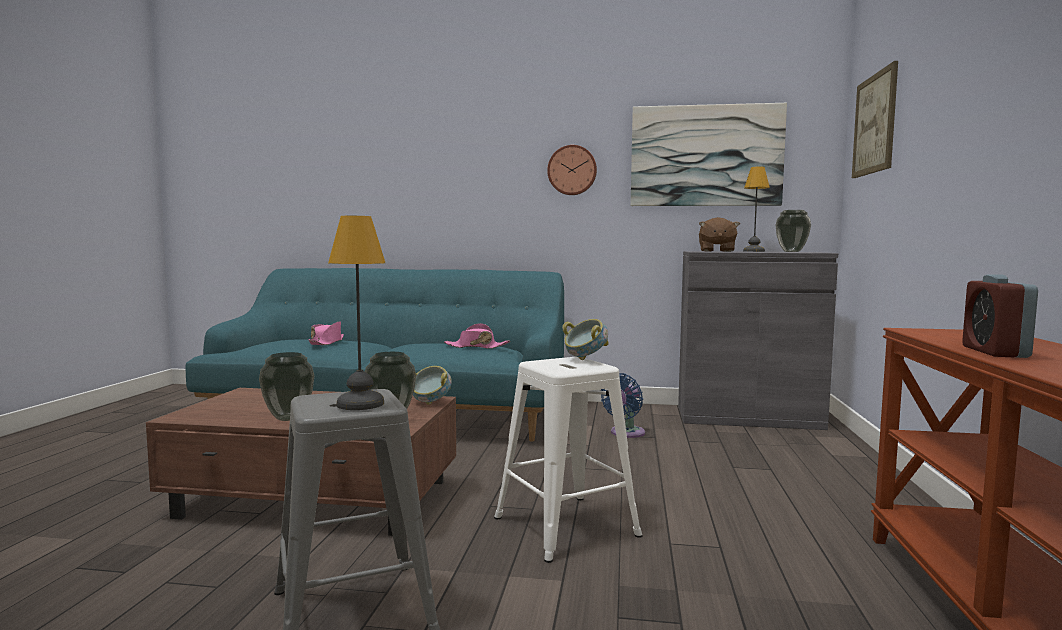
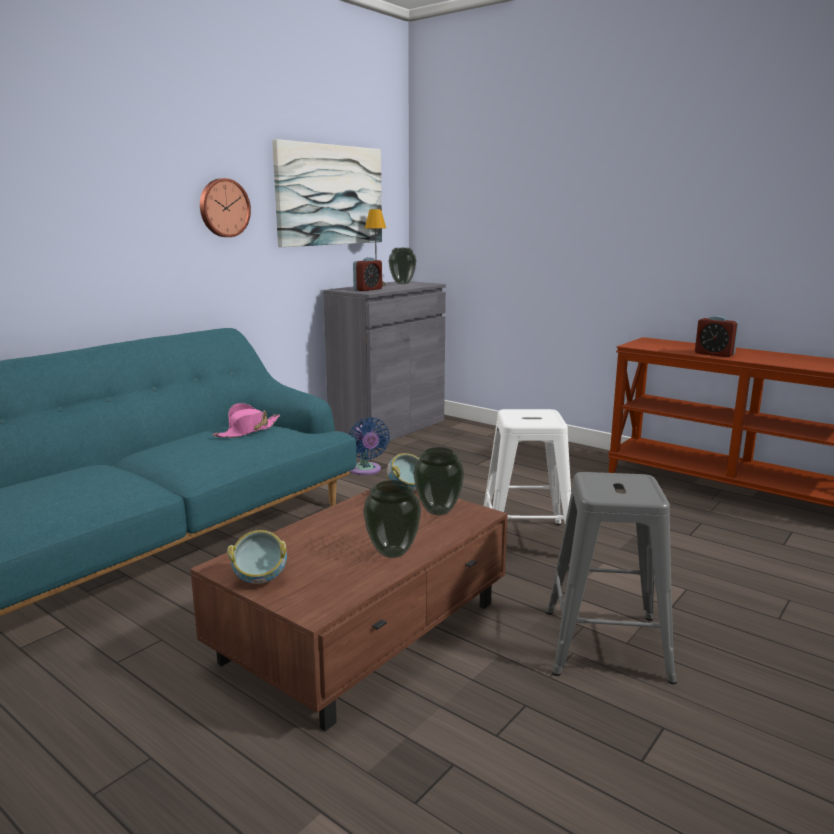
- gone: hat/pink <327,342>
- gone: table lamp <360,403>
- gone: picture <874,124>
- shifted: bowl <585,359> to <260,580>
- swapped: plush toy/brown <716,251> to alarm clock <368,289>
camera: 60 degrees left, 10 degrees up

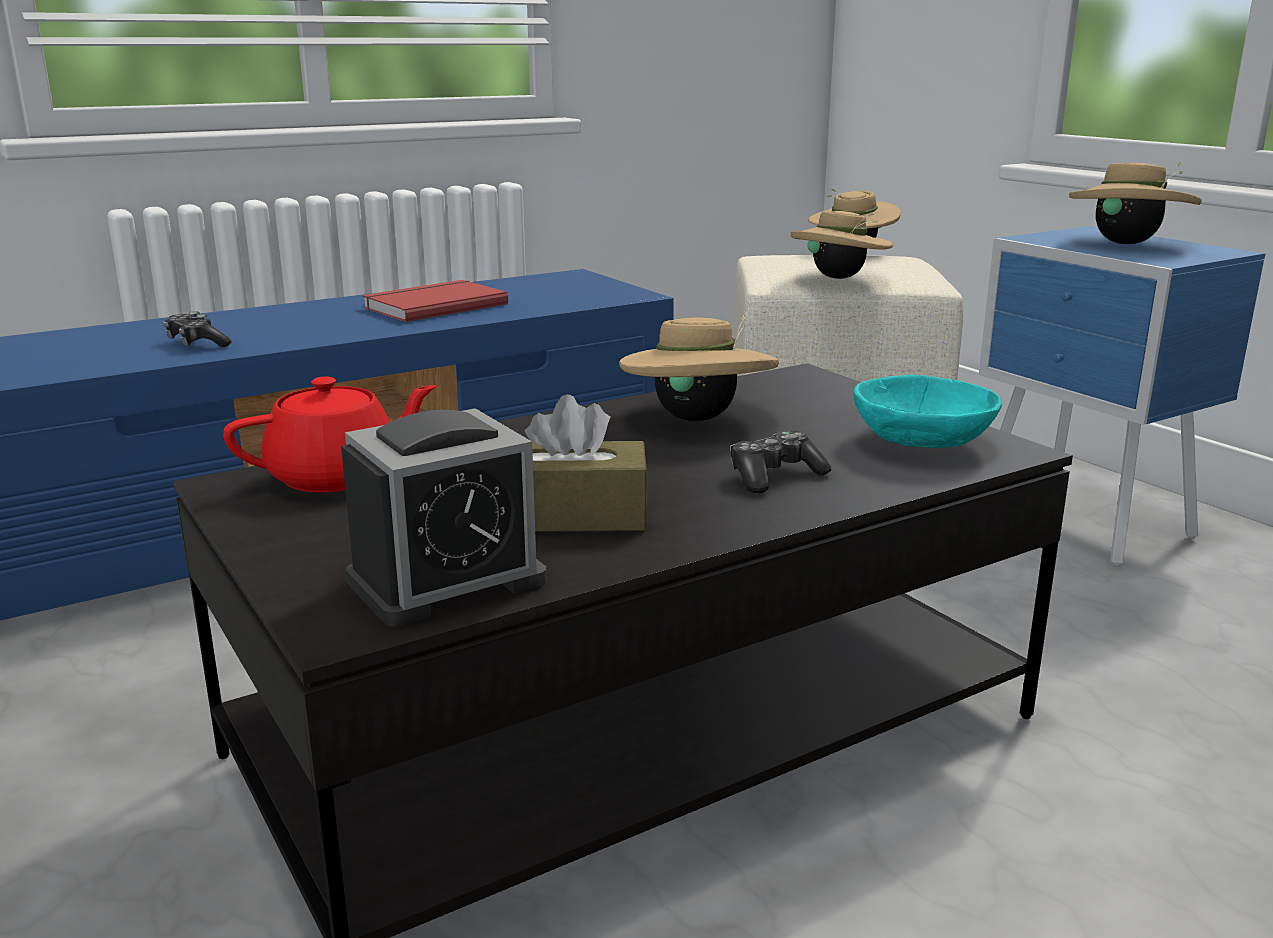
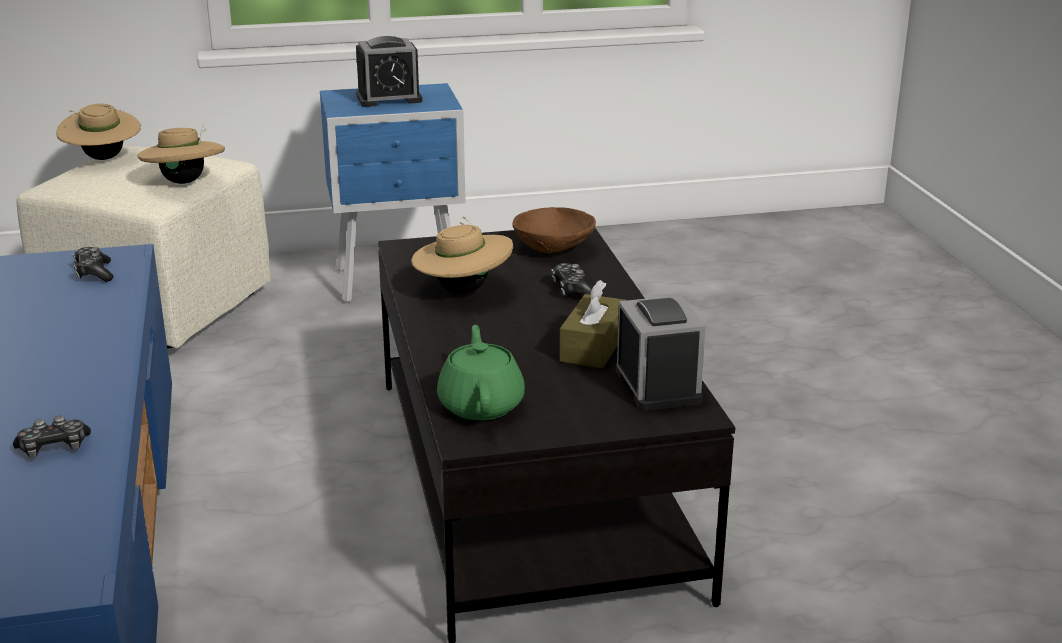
- gone: book/red <433,306>
- new: game controller <94,273>
- swapped: hat/beige <1127,244> to alarm clock <389,98>
- repainted: teapot/red <337,476> to teapot/green <481,404>
- repainted: bowl/turquoise <922,445> to bowl/brown <555,249>
camera: 70 degrees left, 5 degrees up

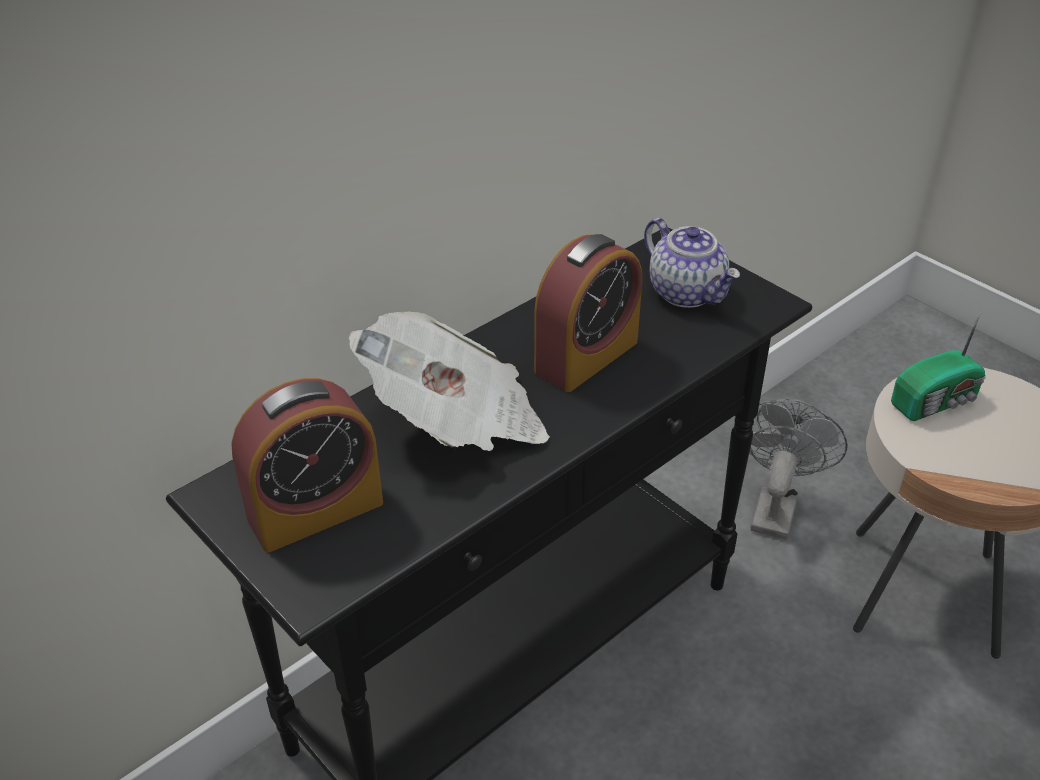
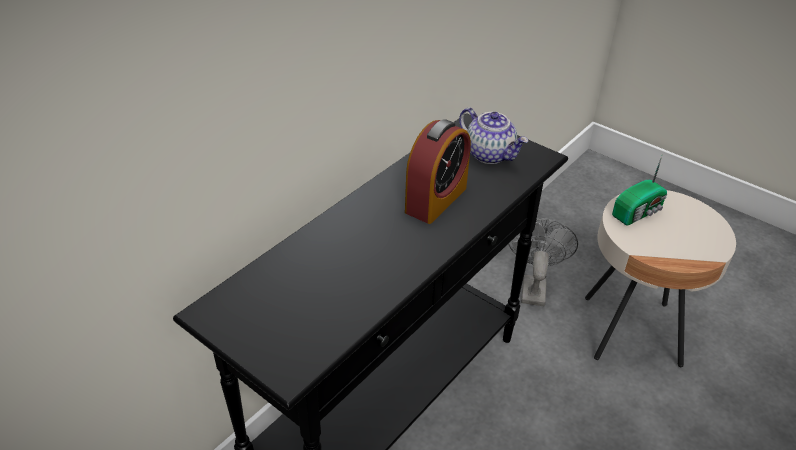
- gone: alarm clock <315,511>
- gone: newspaper <456,421>
camera: 10 degrees left, 0 degrees up

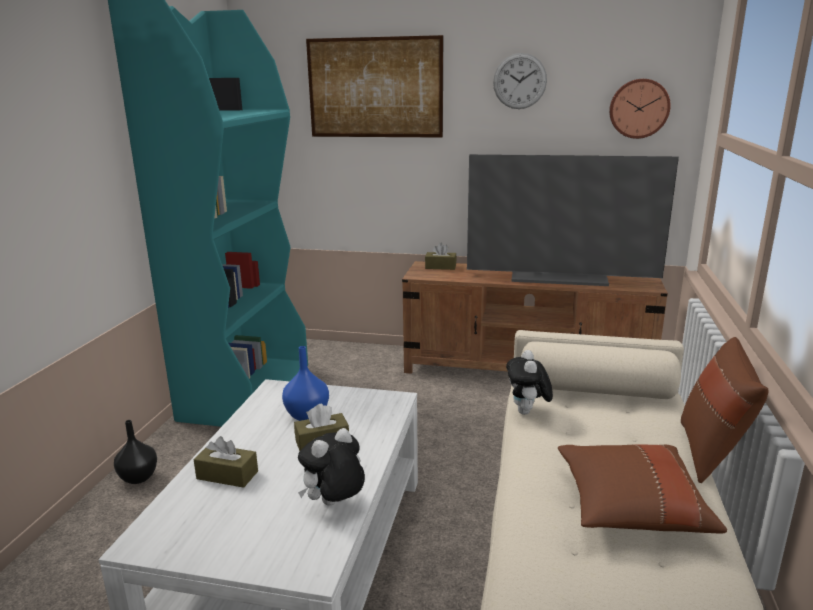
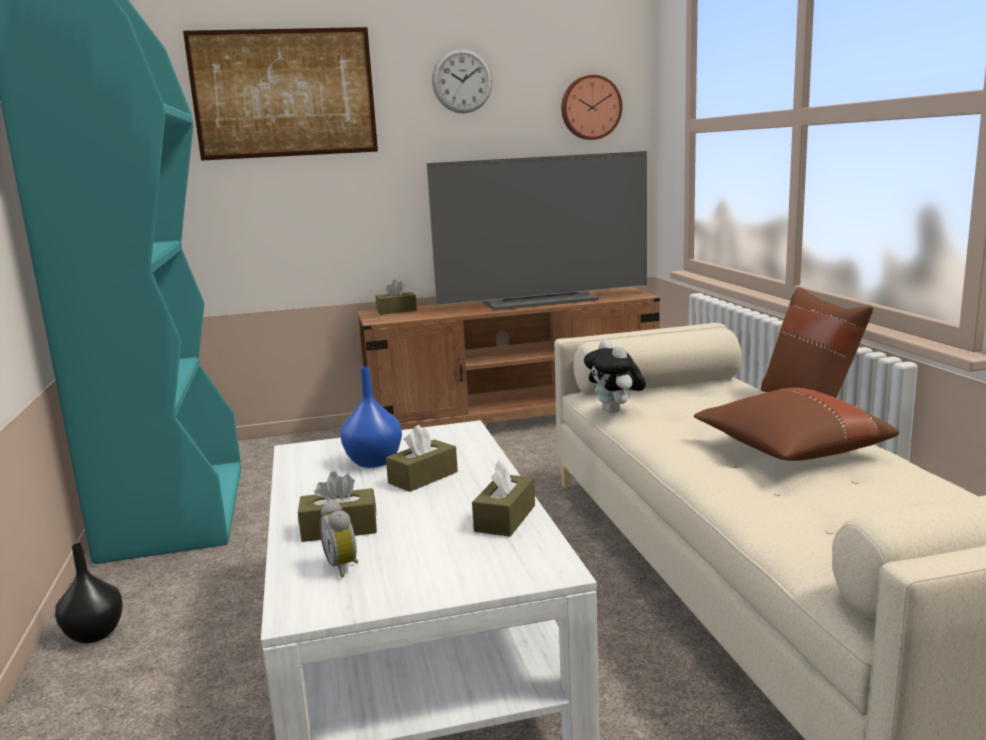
- new: alarm clock <344,566>
- swapped: plush toy <334,504> to tissue box/brown <505,518>
camera: 25 degrees left, 5 degrees down

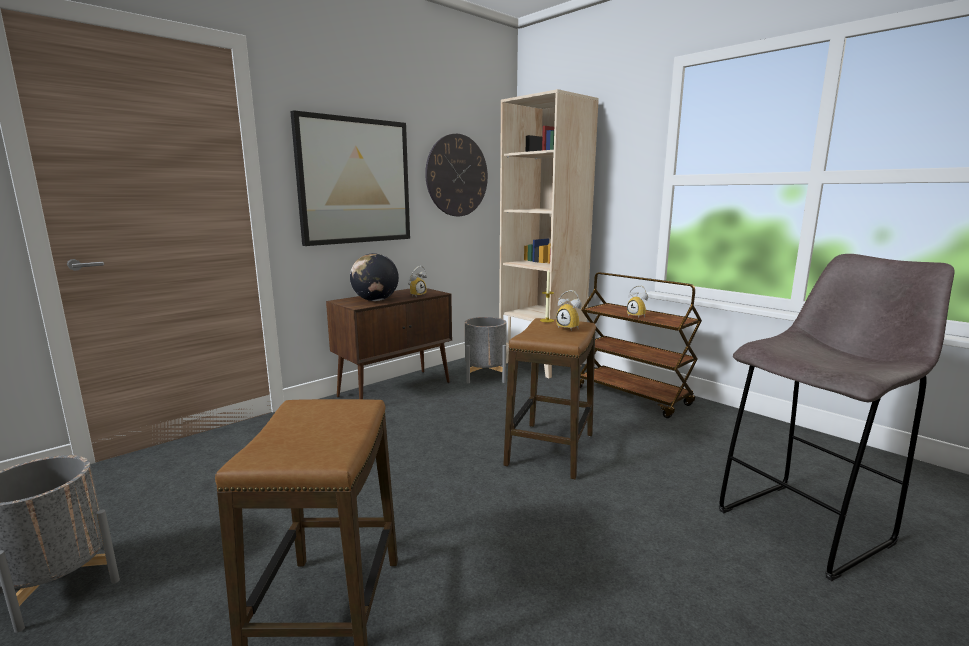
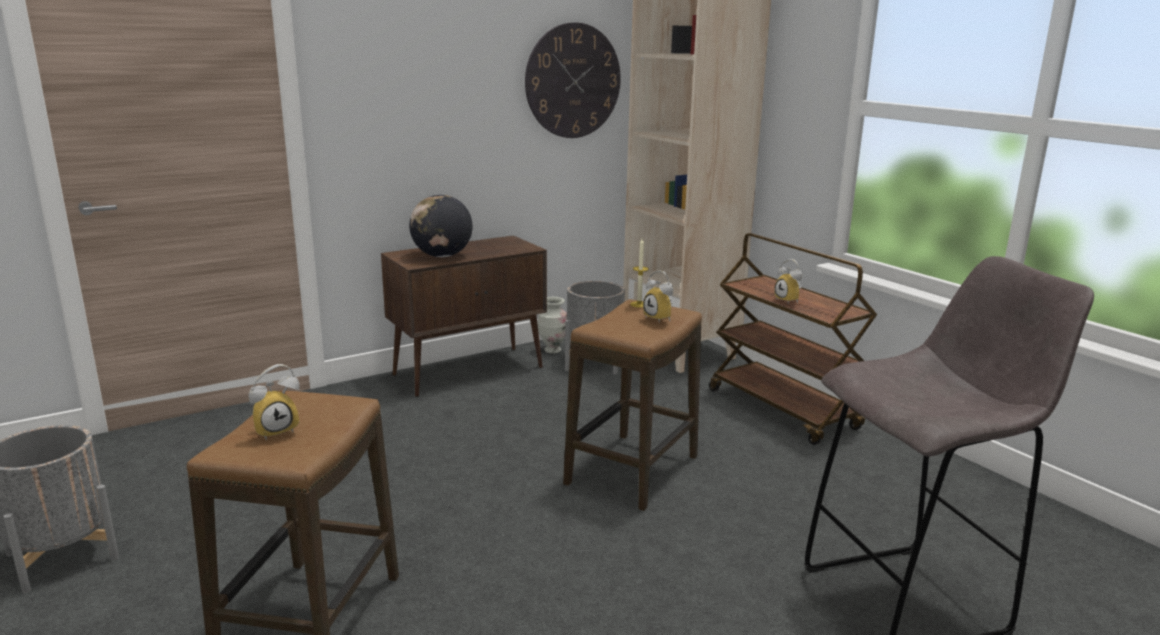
- gone: picture <354,181>
- new: vase <552,350>
- shifted: alarm clock <417,295> to <277,430>
camera: 10 degrees right, 5 degrees up

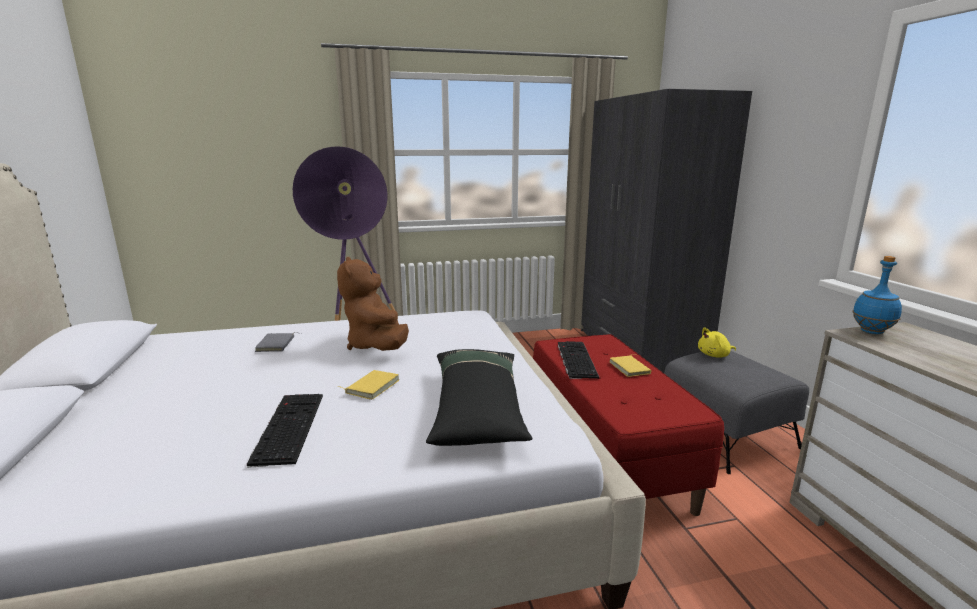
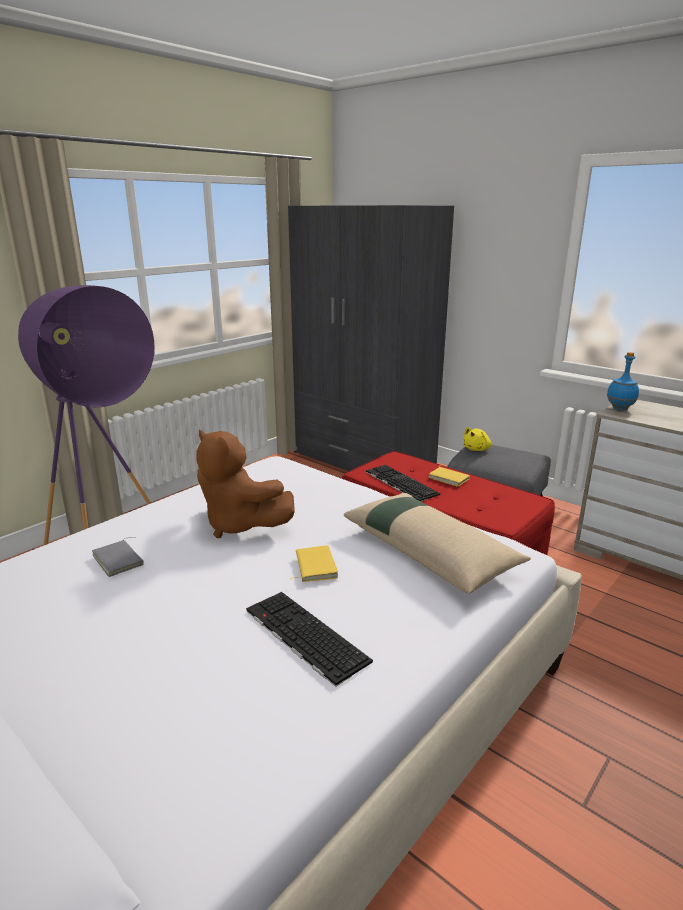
- repainted: pillow/black <477,408> to pillow/beige <430,551>
camera: 35 degrees left, 5 degrees up

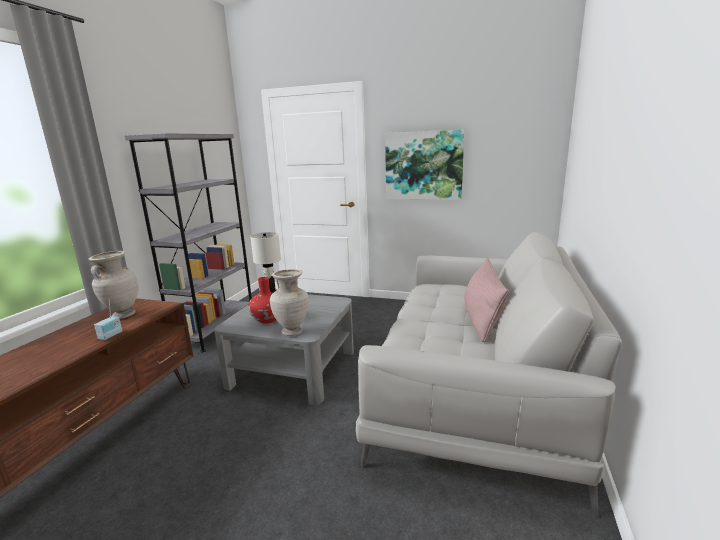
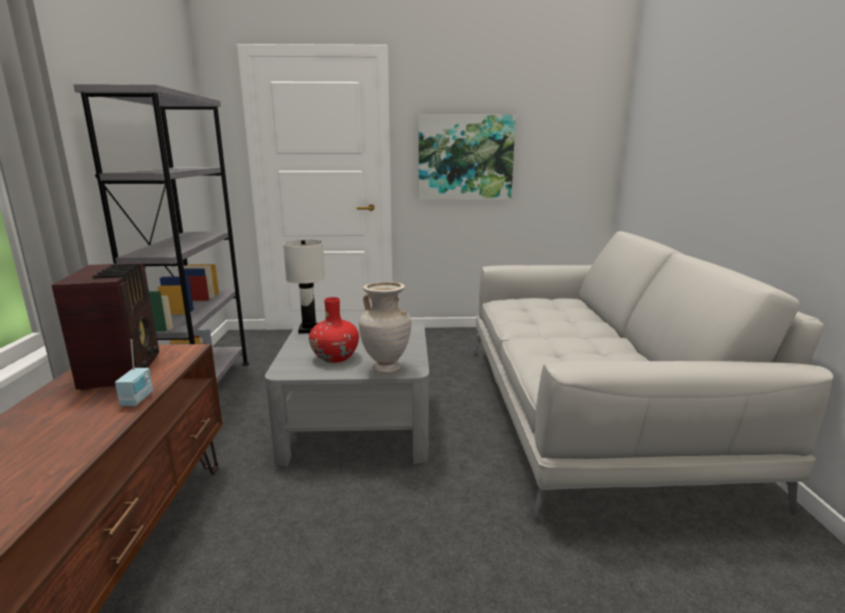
- gone: pillow/pink <482,319>
- swapped: vase/beige <123,315> to radio <124,369>
camera: 20 degrees left, 0 degrees up

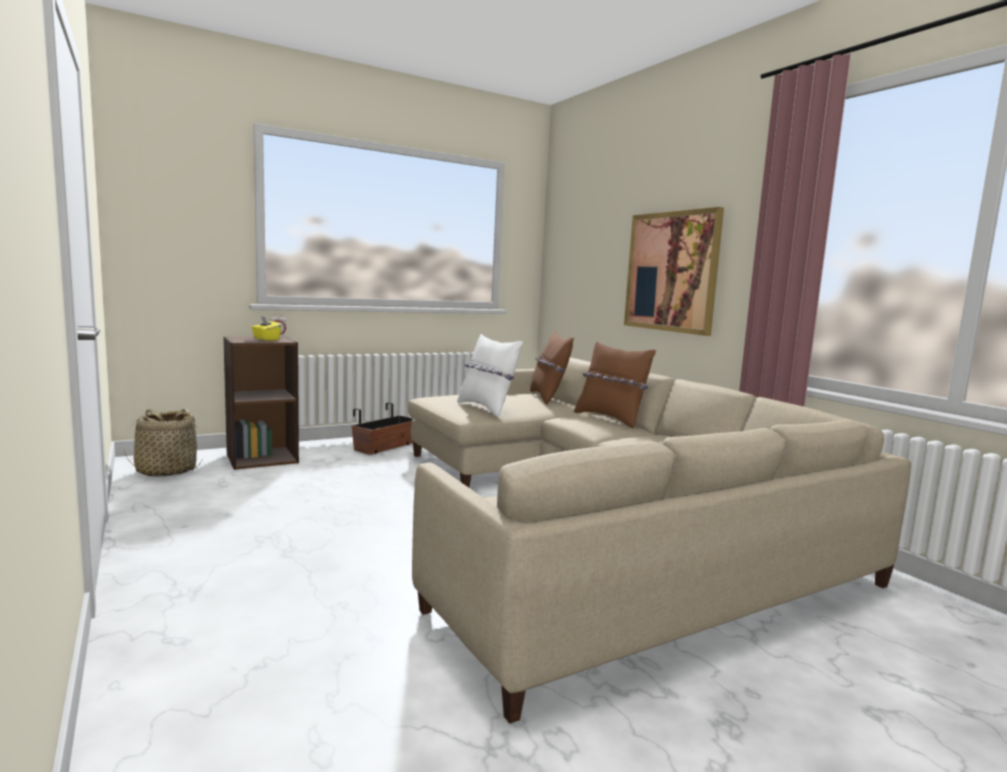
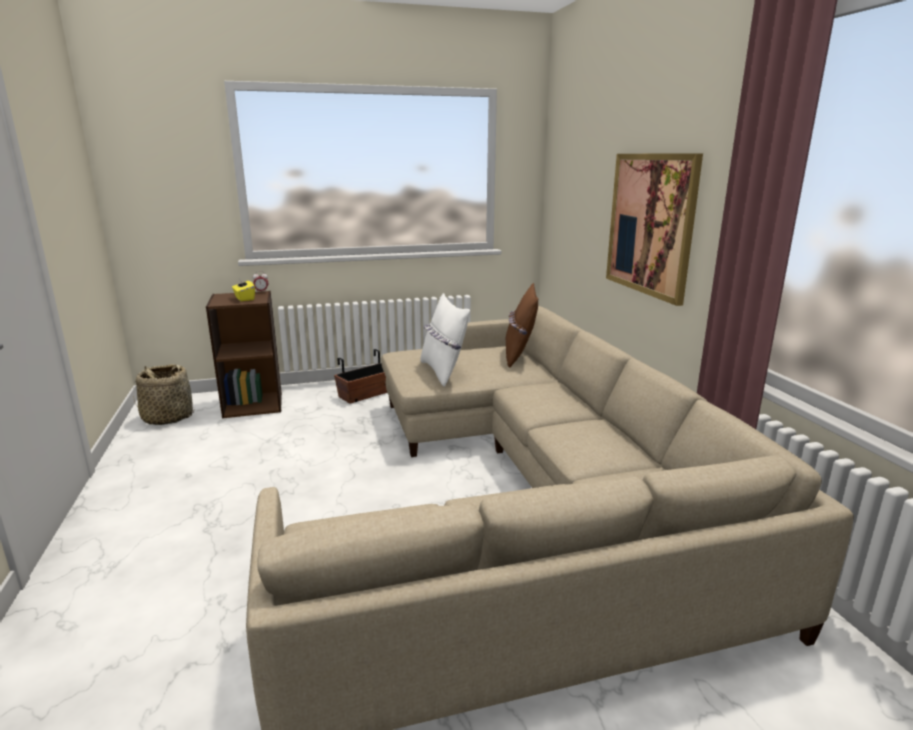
- gone: pillow/brown <610,419>
camera: 15 degrees right, 10 degrees up

